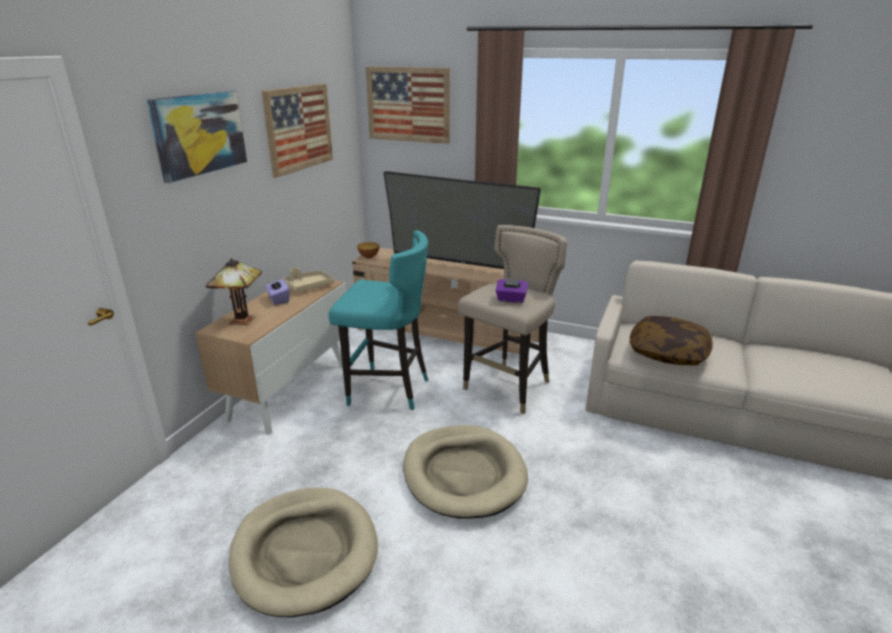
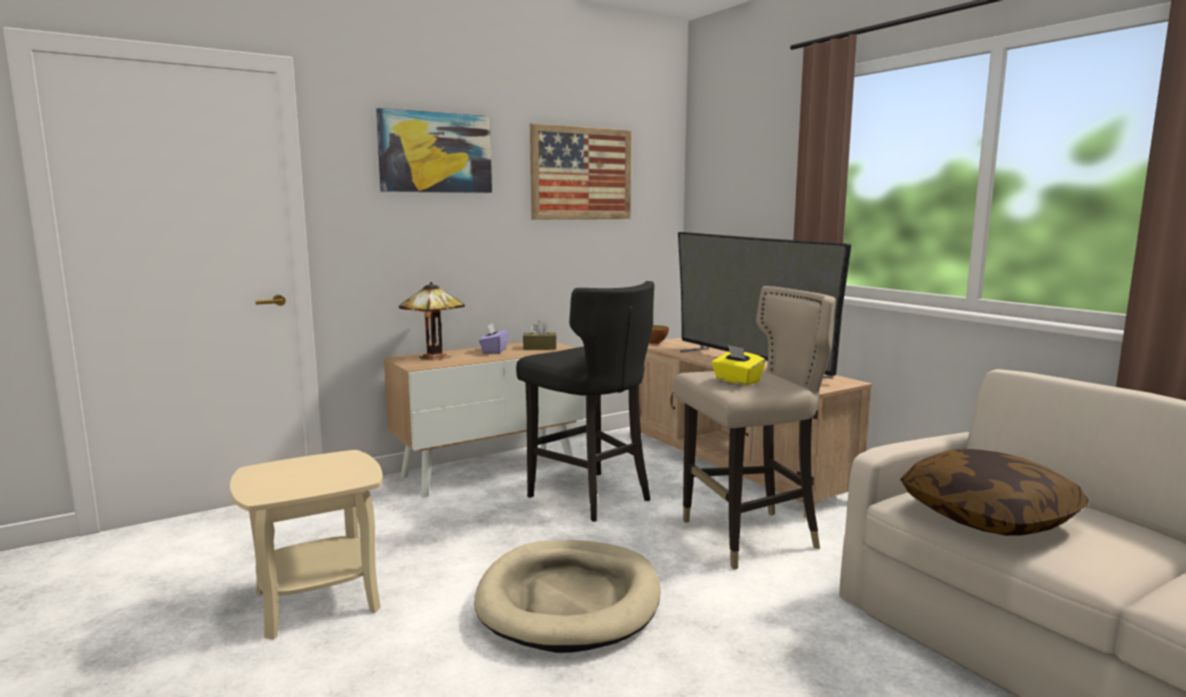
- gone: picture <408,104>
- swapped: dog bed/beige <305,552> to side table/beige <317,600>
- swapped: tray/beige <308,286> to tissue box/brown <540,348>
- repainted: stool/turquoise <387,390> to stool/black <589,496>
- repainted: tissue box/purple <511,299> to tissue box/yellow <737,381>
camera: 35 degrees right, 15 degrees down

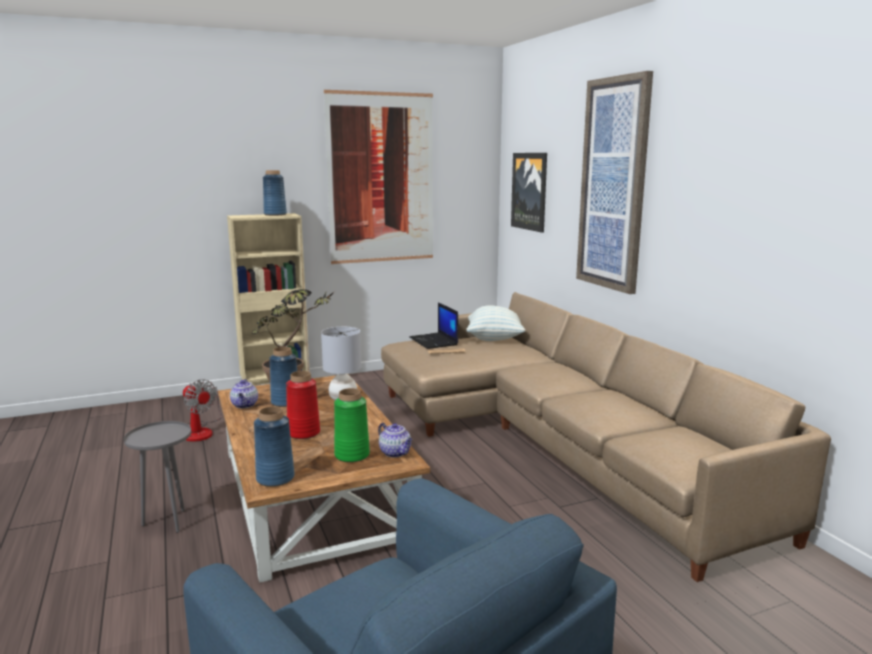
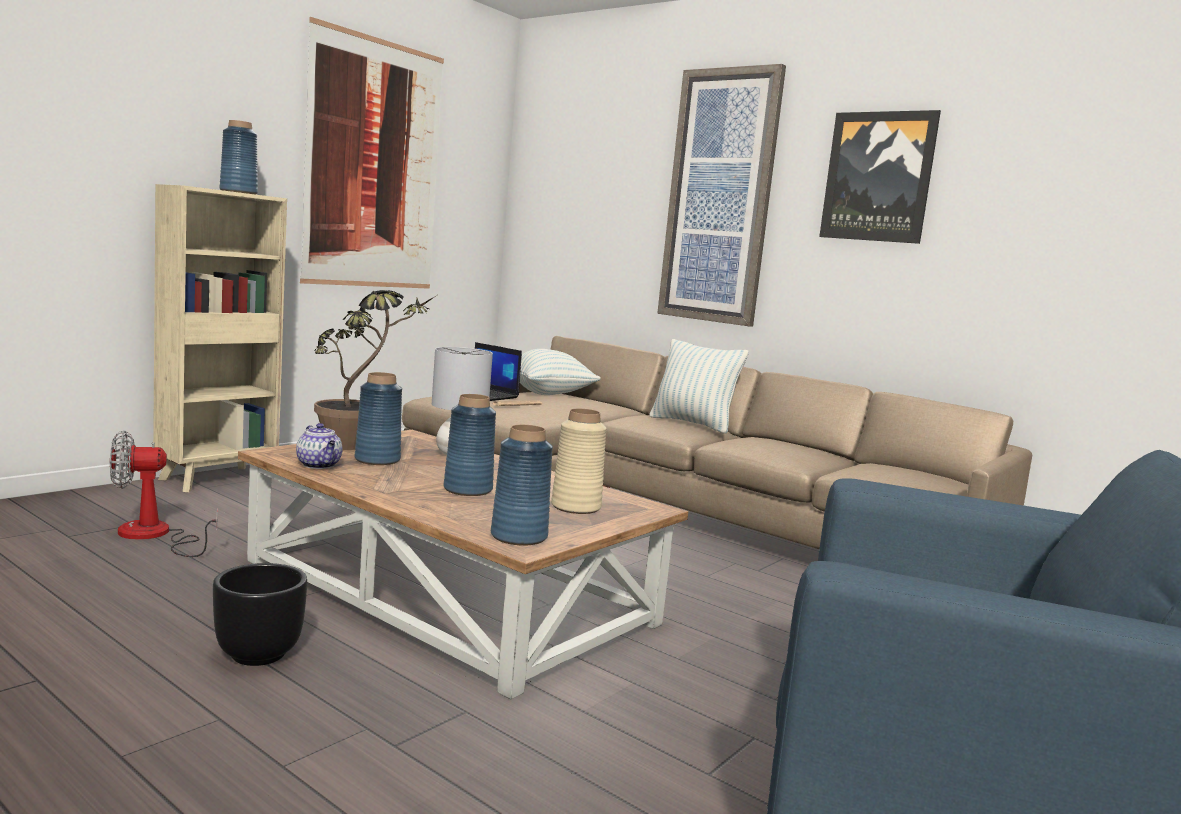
- gone: teapot <396,453>
- new: pillow <692,424>
- shifted: picture <530,191> to <878,177>
- swapped: side table/grey <168,522> to planter/black <259,654>
- repainted: vase/red <304,433> to vase/blue <468,489>
- repainted: vase/green <352,455> to vase/beige <576,507>
- rotated: fan <202,431> = <154,536> 150 degrees clockwise
camera: 30 degrees left, 5 degrees down

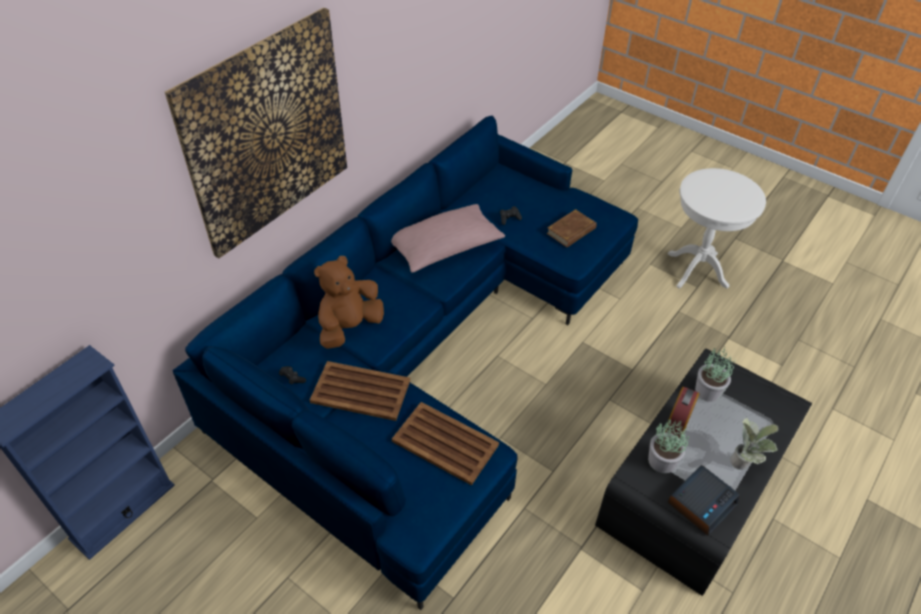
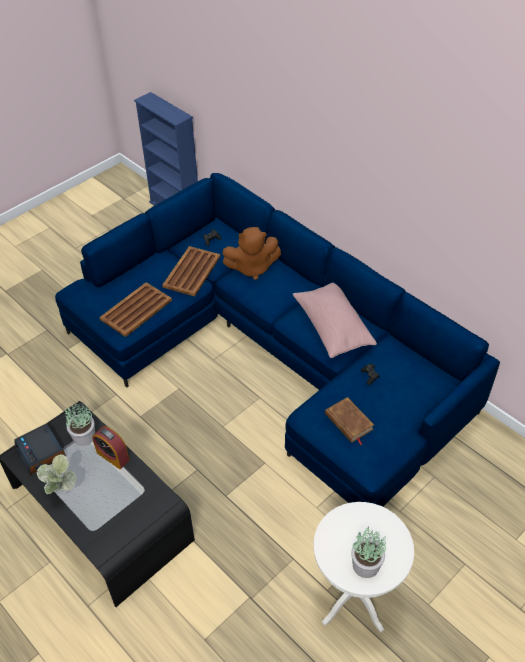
- gone: picture <267,134>
- shifted: potted plant <707,390> to <366,565>
- rotated: plush toy/brown <349,327> = <252,268> 120 degrees clockwise
camera: 100 degrees right, 0 degrees up

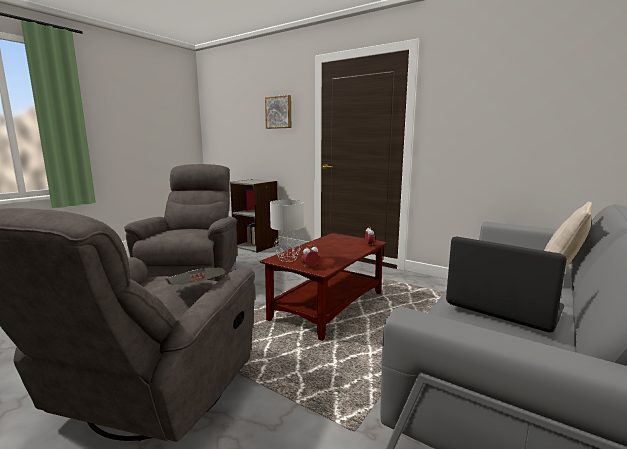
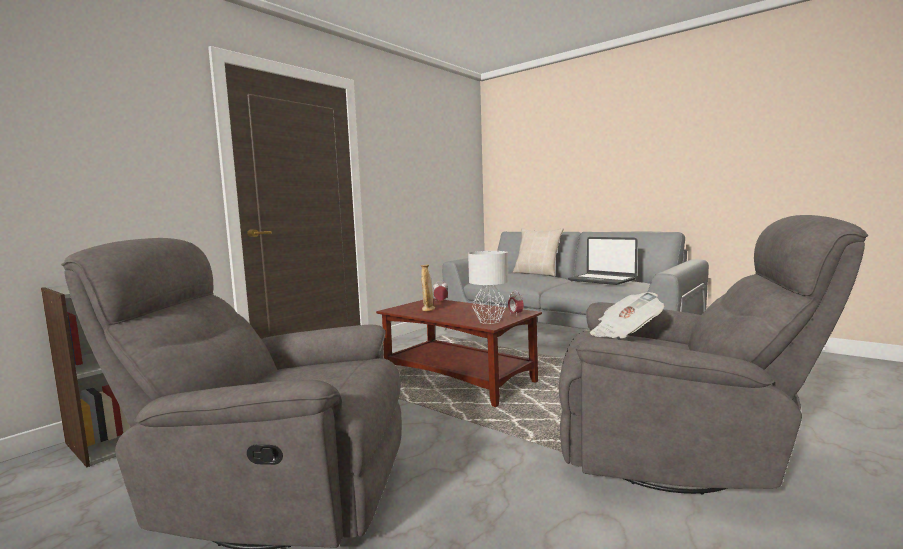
- gone: picture <279,112>
- new: vase/beige <428,309>
- rotated: laptop <503,307> = <602,280> 90 degrees counterclockwise
camera: 85 degrees left, 5 degrees down

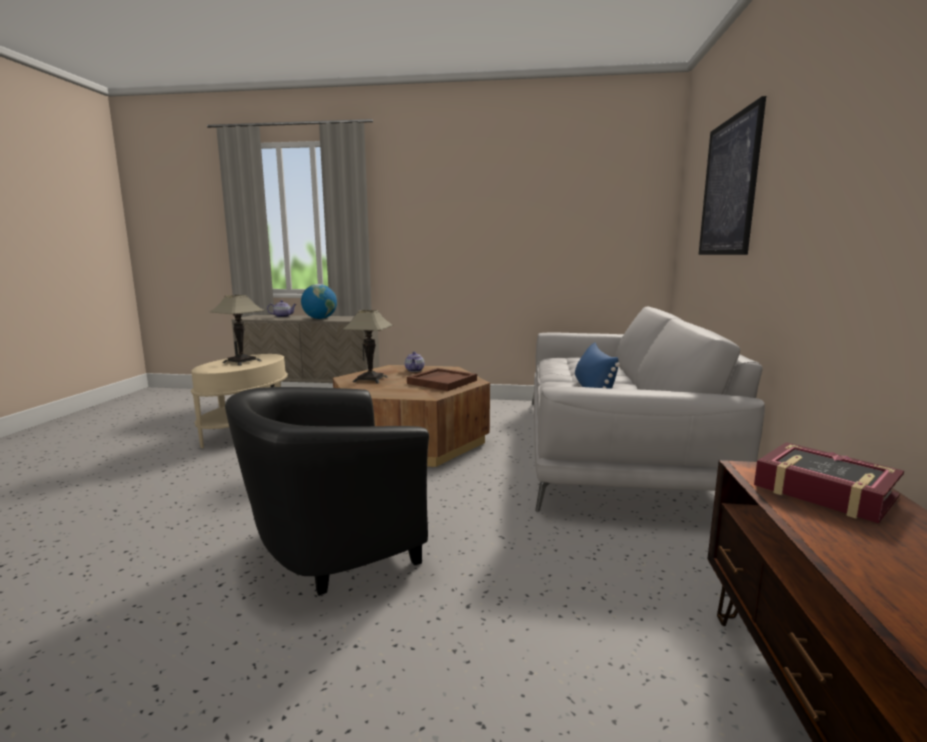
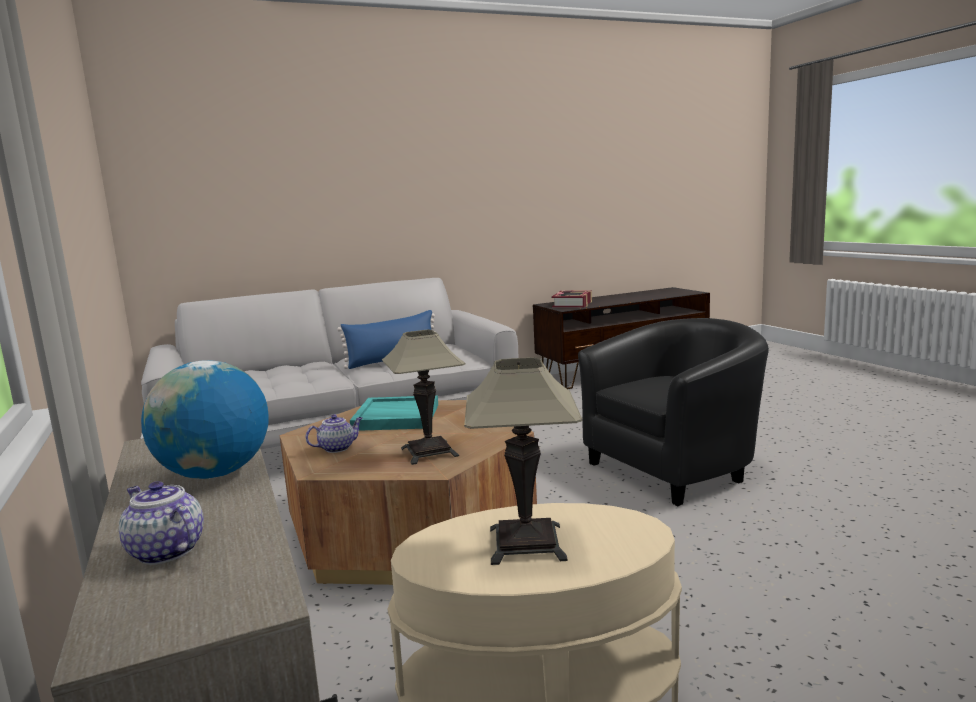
- gone: picture <729,187>
- repainted: tray/brown <442,382> to tray/turquoise <395,417>
- rotated: armchair/black <330,547> = <675,468> 60 degrees counterclockwise
camera: 120 degrees left, 0 degrees up

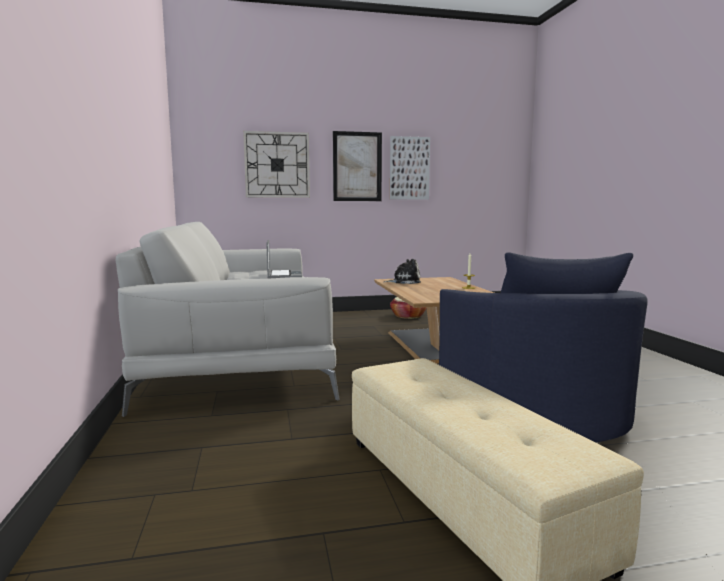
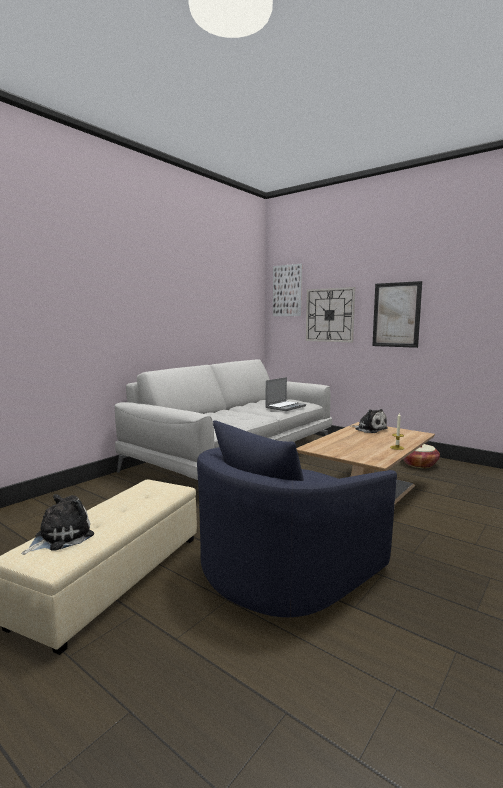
- new: plush toy <60,537>
- shifted: picture <409,168> to <287,290>
camera: 50 degrees right, 0 degrees up

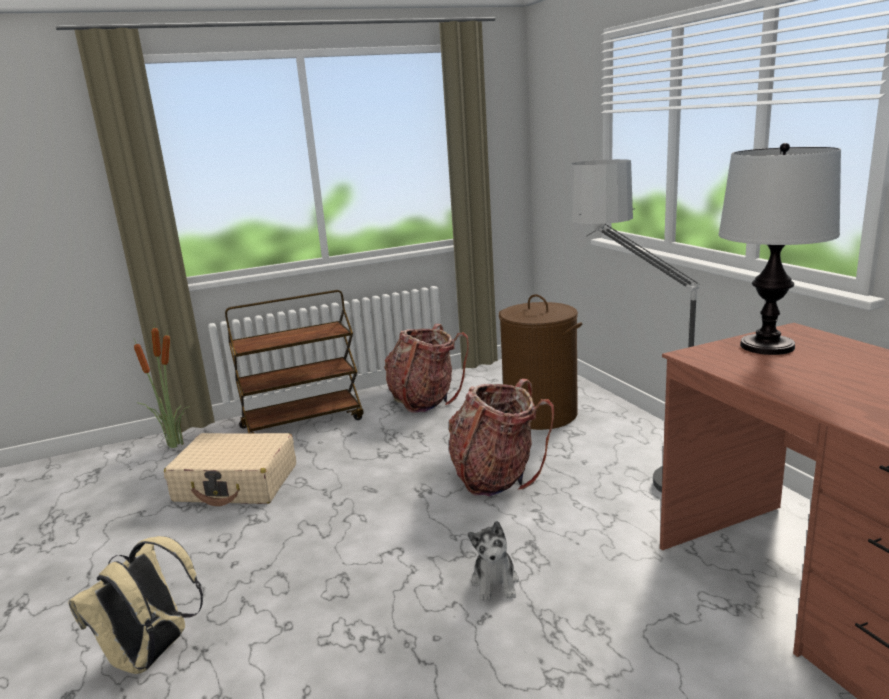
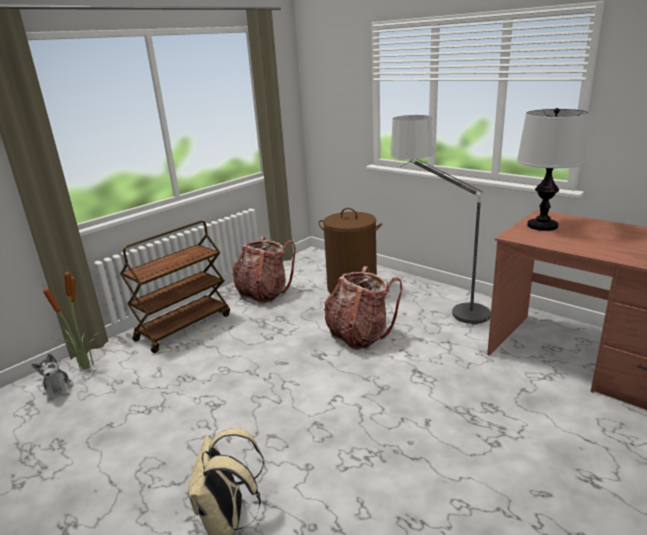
- gone: suitcase/beige <236,483>
- shifted: plush toy <495,582> to <59,389>
camera: 25 degrees left, 5 degrees up

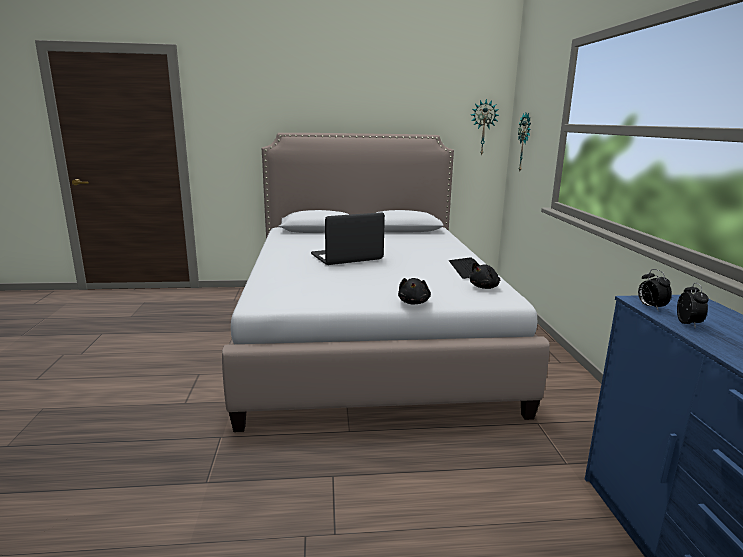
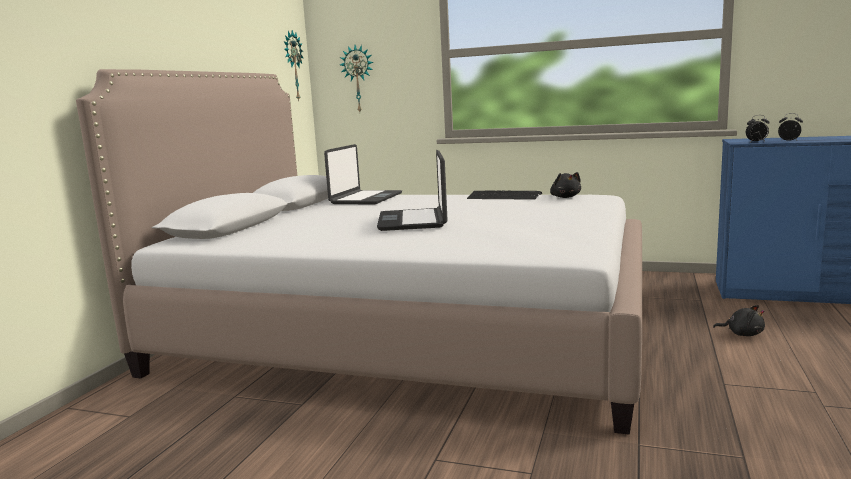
- new: laptop <365,199>
- shifted: plush toy/black <414,302> to <742,334>
camera: 65 degrees left, 5 degrees down

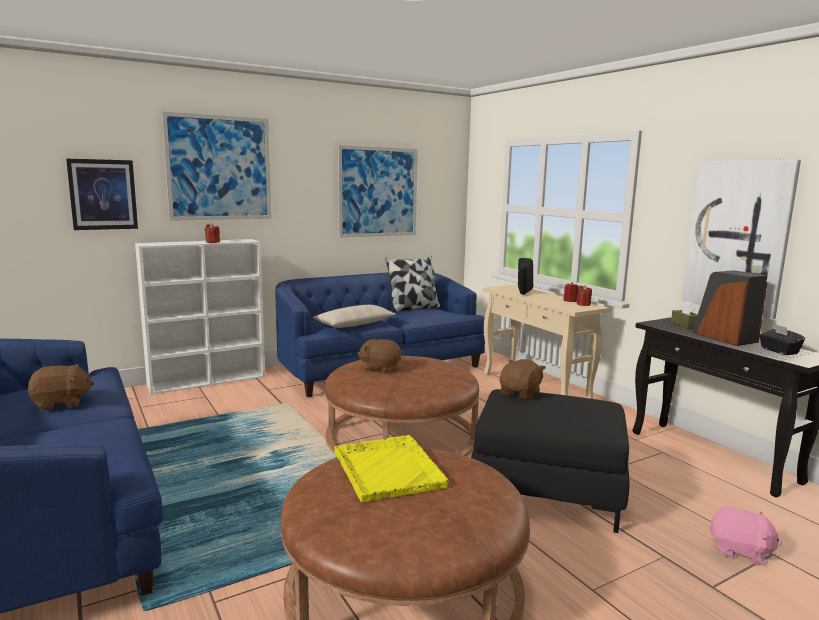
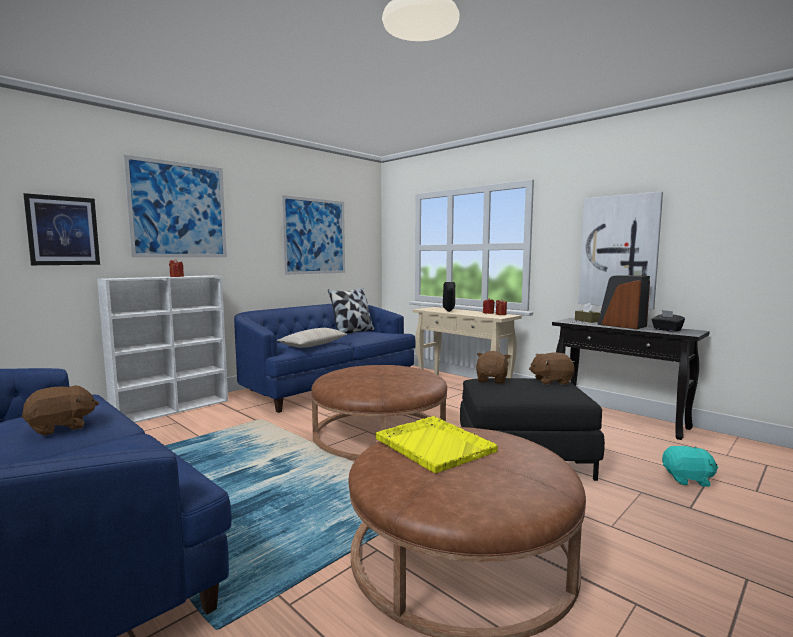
- shifted: plush toy/brown <380,368> to <551,381>
- repainted: plush toy/pink <740,551> to plush toy/turquoise <687,479>
camera: 15 degrees left, 5 degrees down

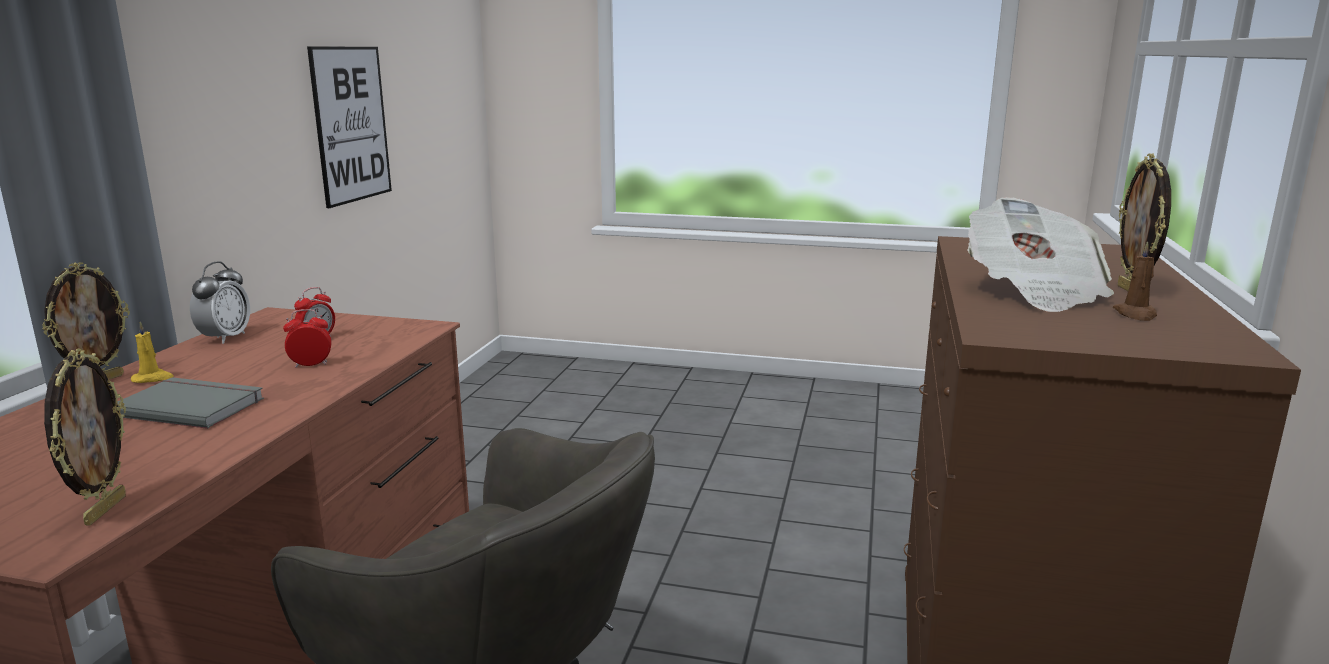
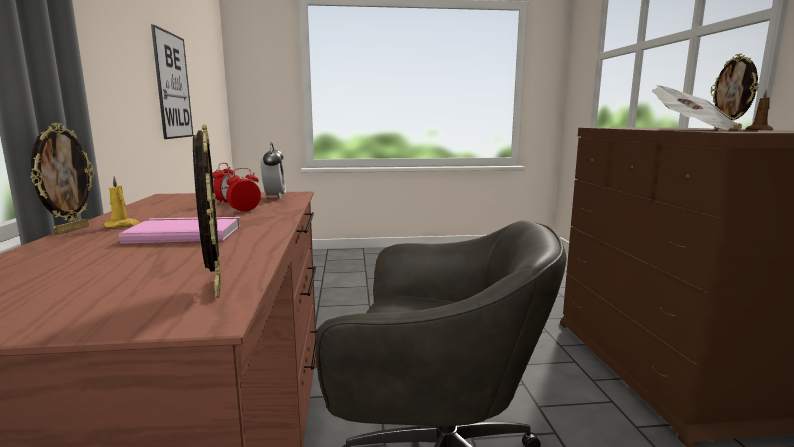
- shifted: alarm clock <225,338> to <274,197>
- repainted: book/grey <192,406> to book/pink <185,233>
camera: 20 degrees left, 5 degrees down

